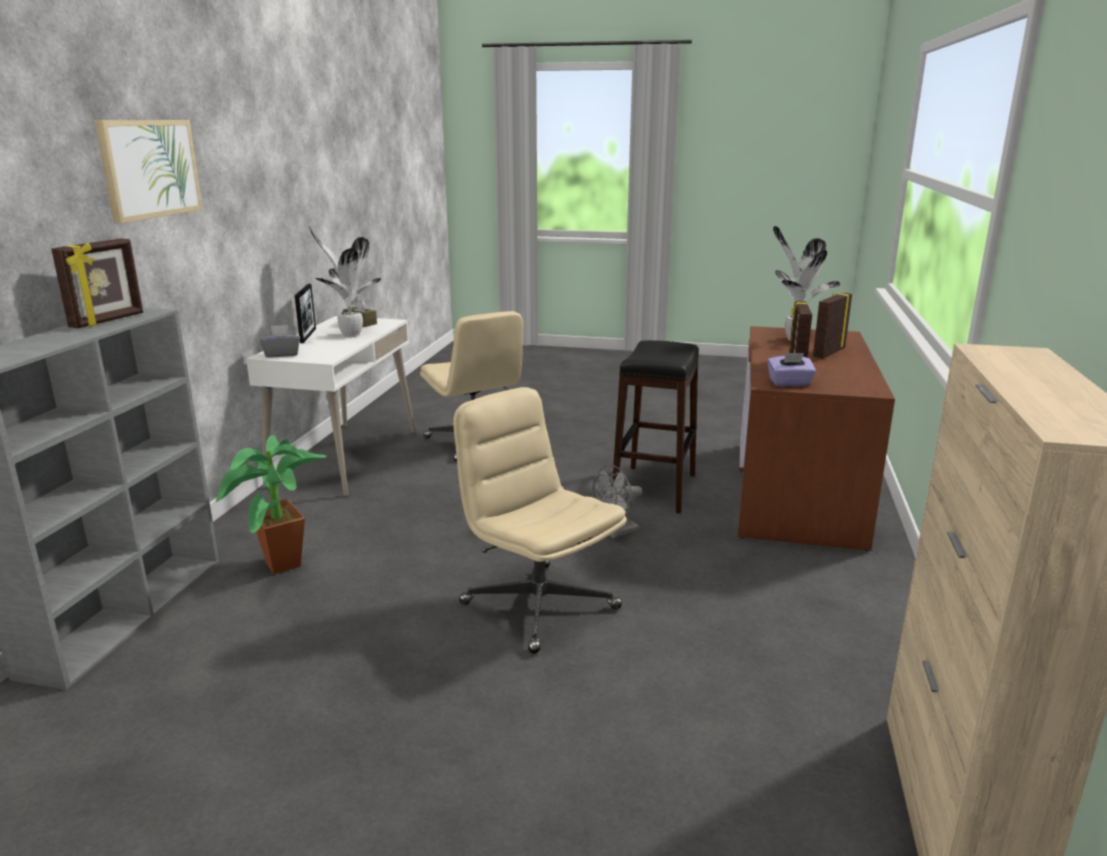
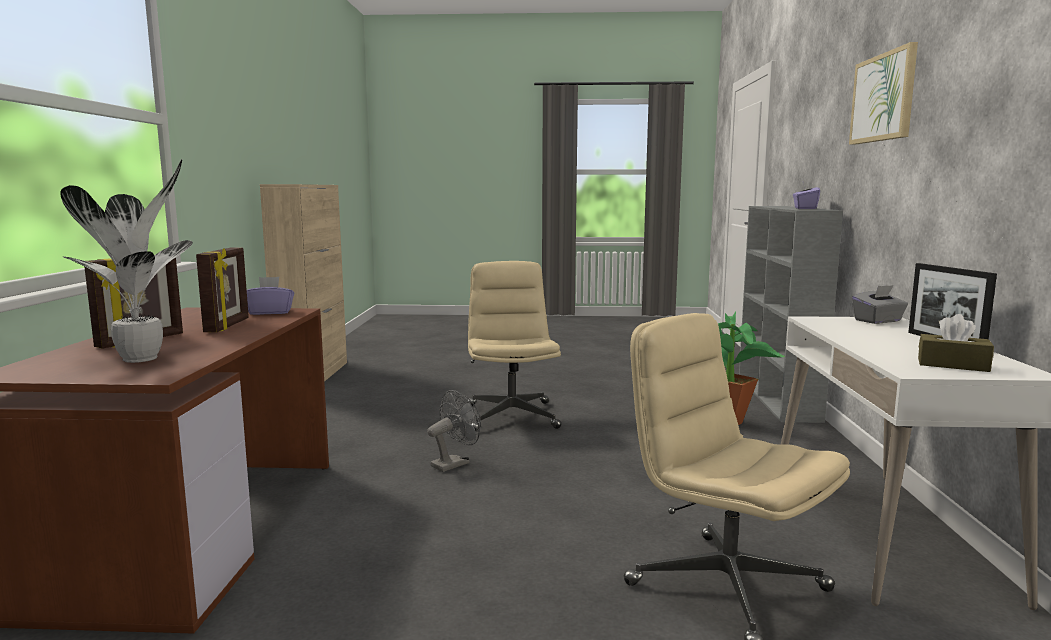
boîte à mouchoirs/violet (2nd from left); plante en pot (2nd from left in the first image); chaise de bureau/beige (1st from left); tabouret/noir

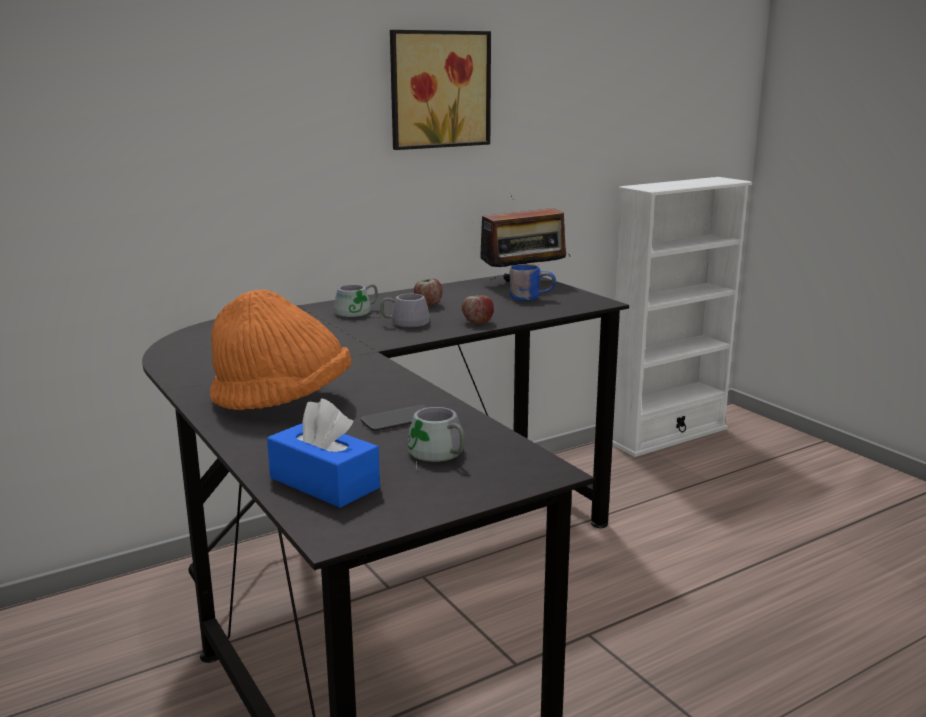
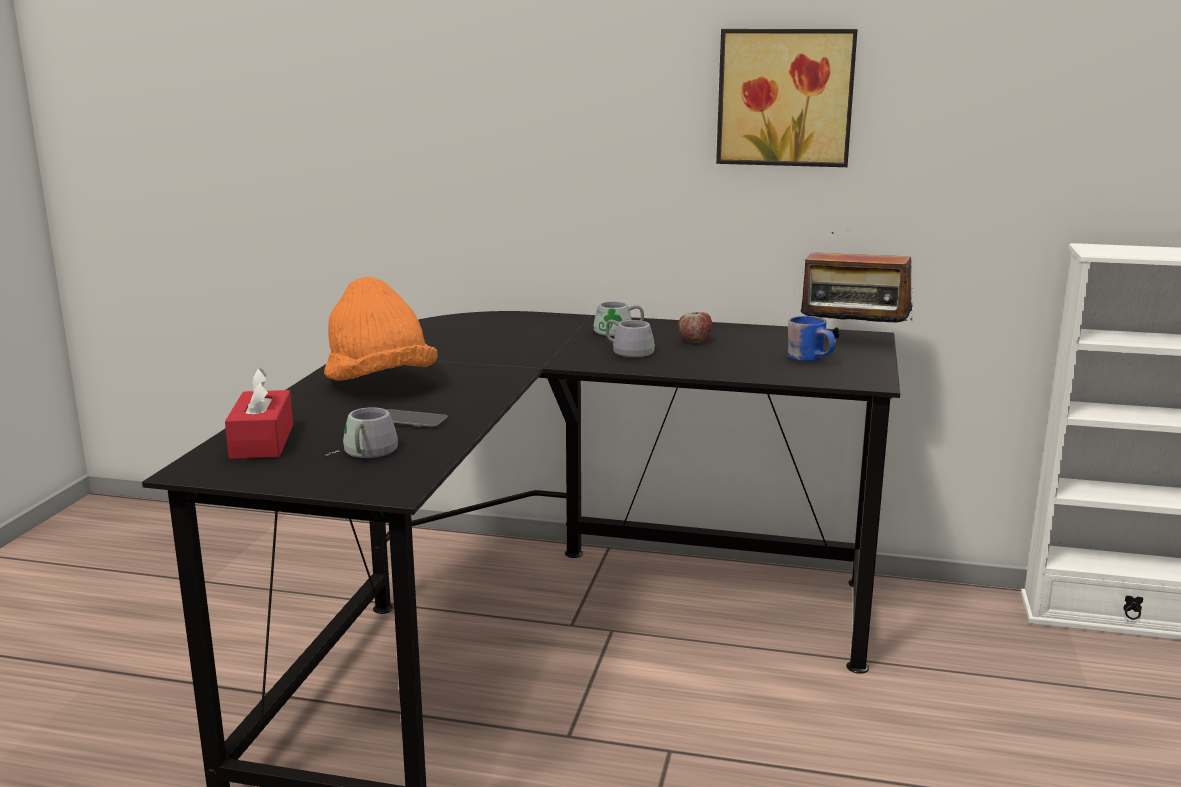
boîte à mouchoirs/rouge; pomme (2nd from left in the first image)

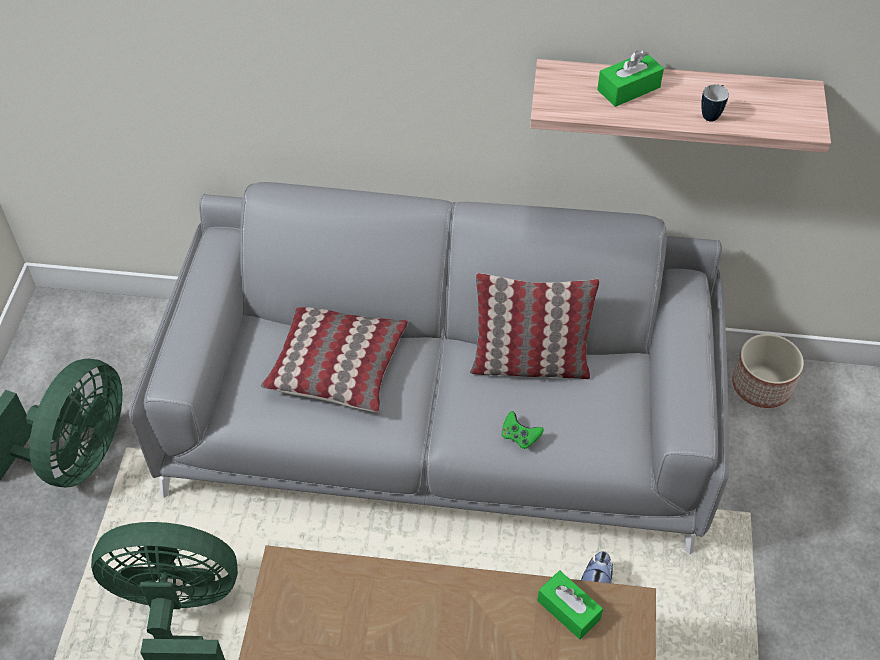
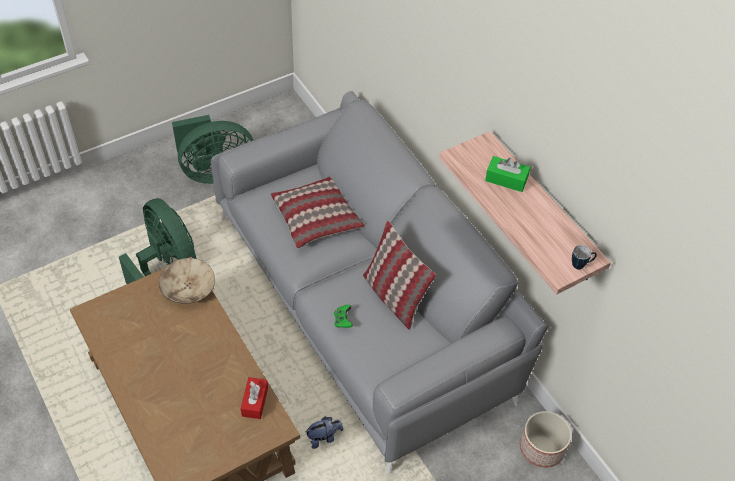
boîte à mouchoirs/rouge; mug; bol/beige

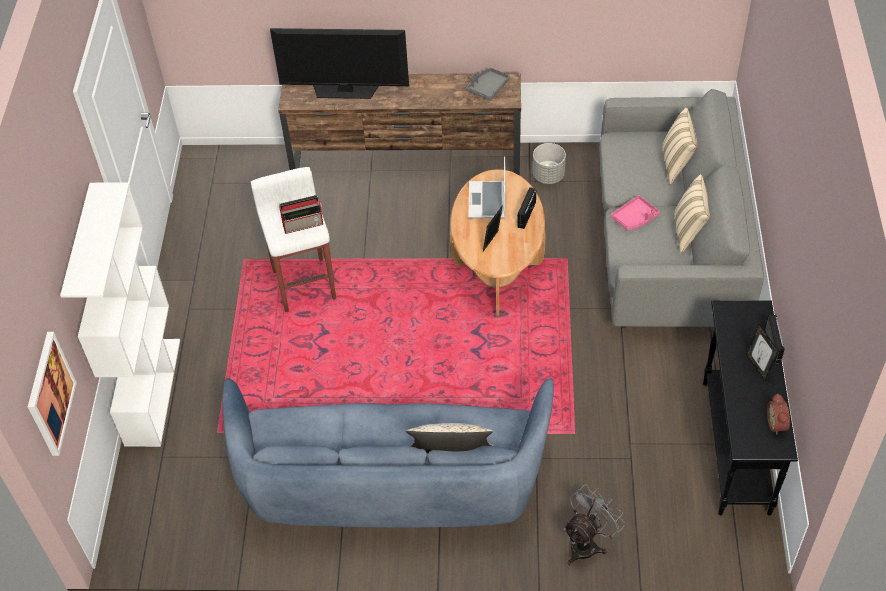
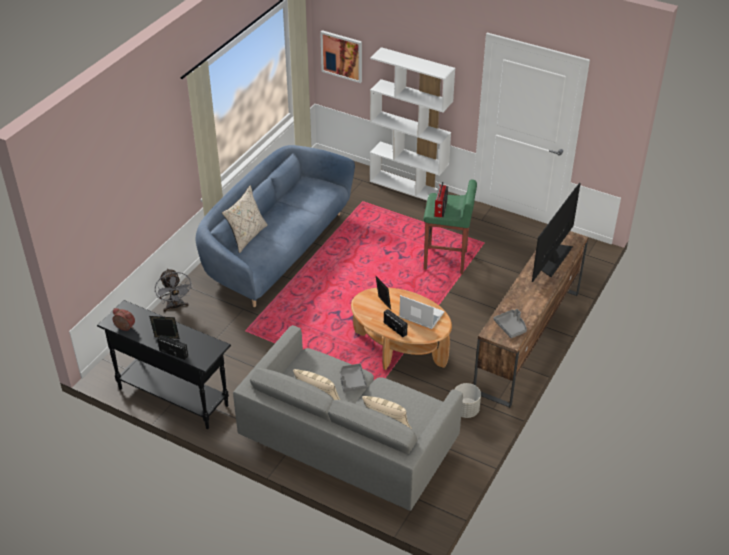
tabouret/vert; plateau/gris (1st from left)

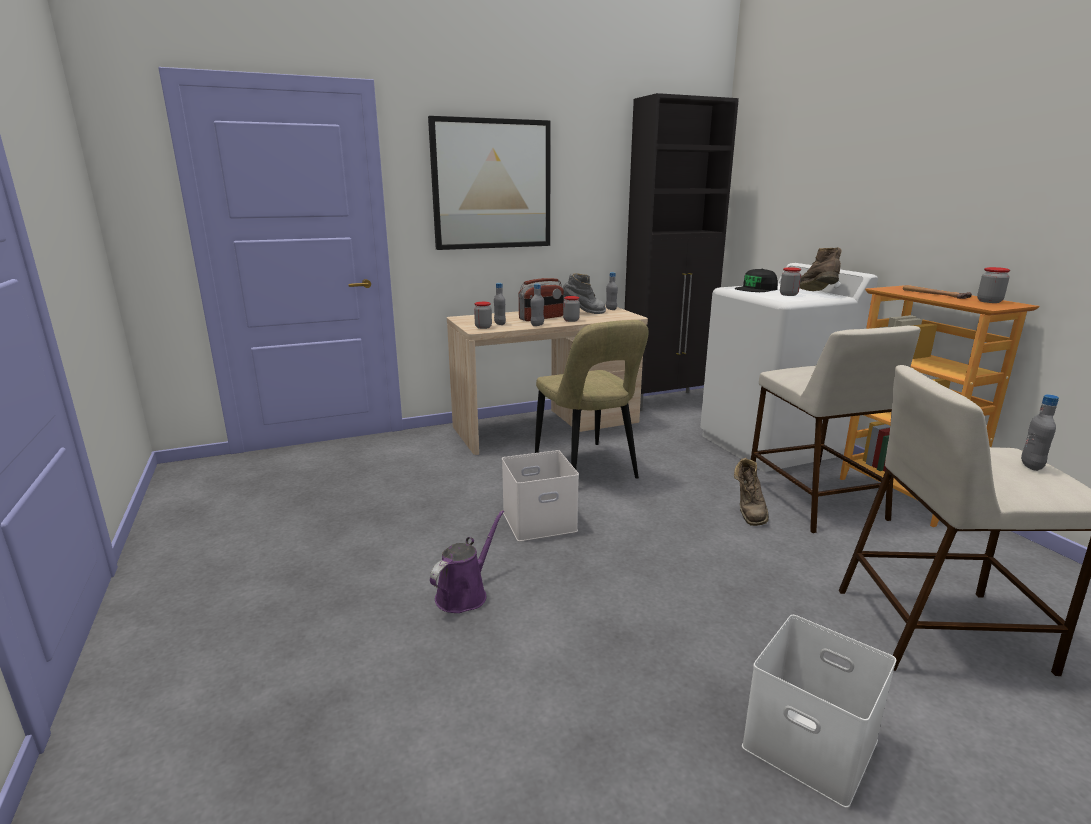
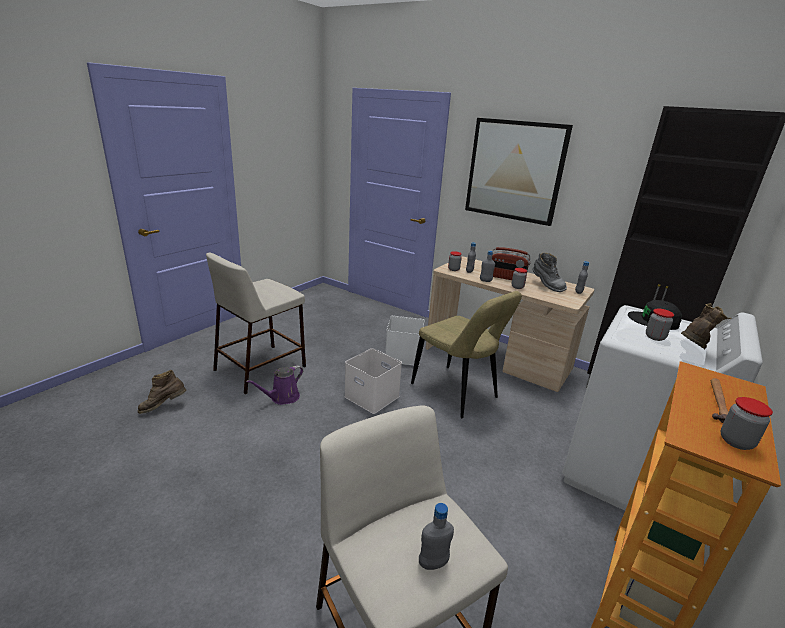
arrosoir/violet; chaise/beige; botte/marron (1st from left); boîte de rangement/blanc (2nd from left); tabouret/beige (1st from left)

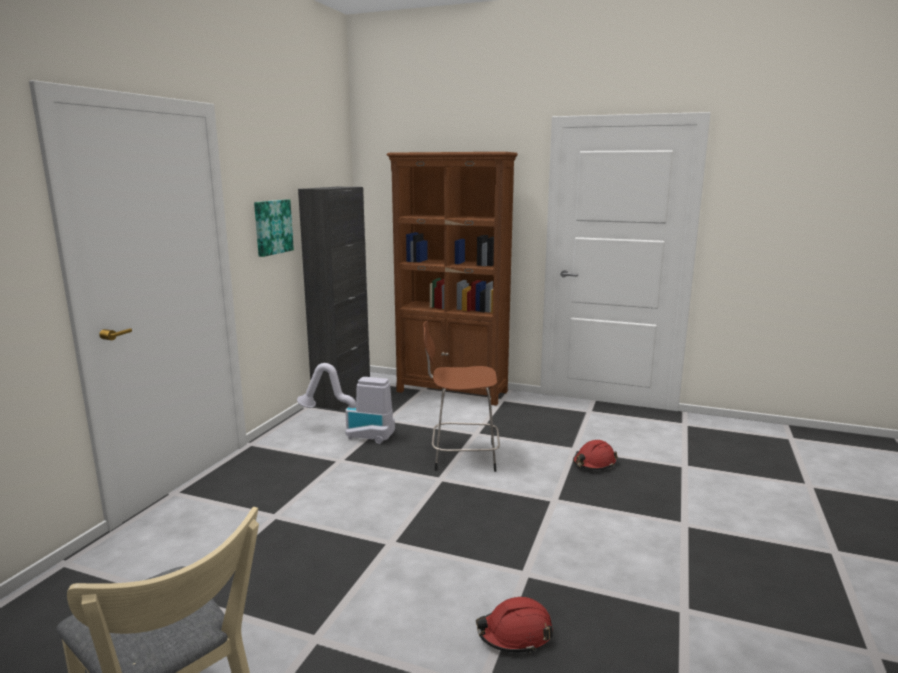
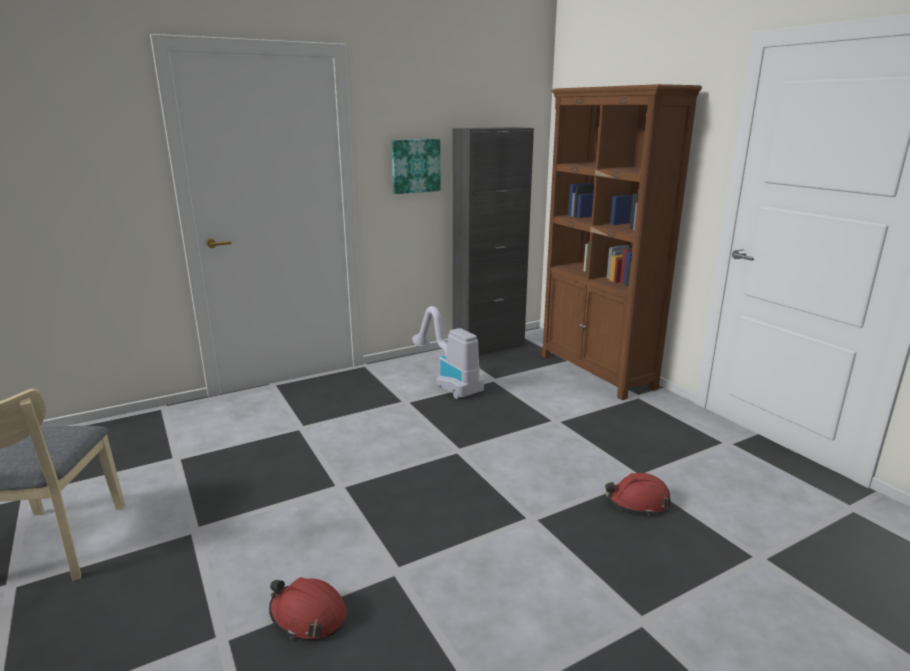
tabouret/marron

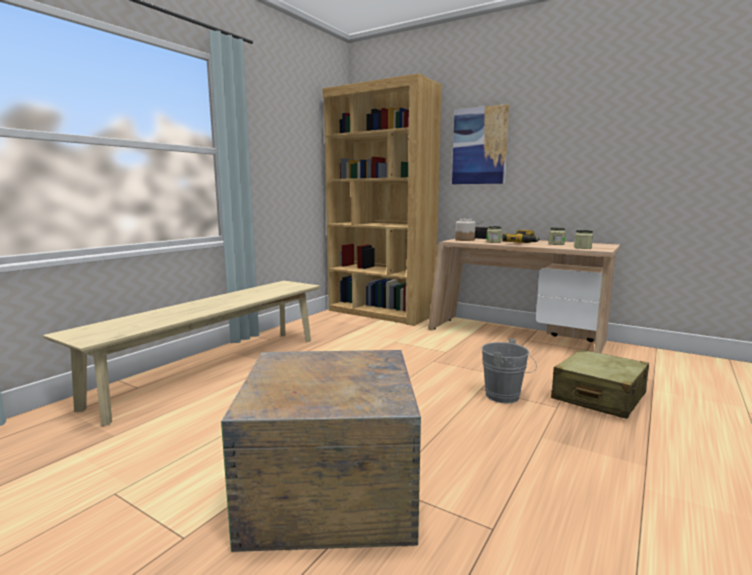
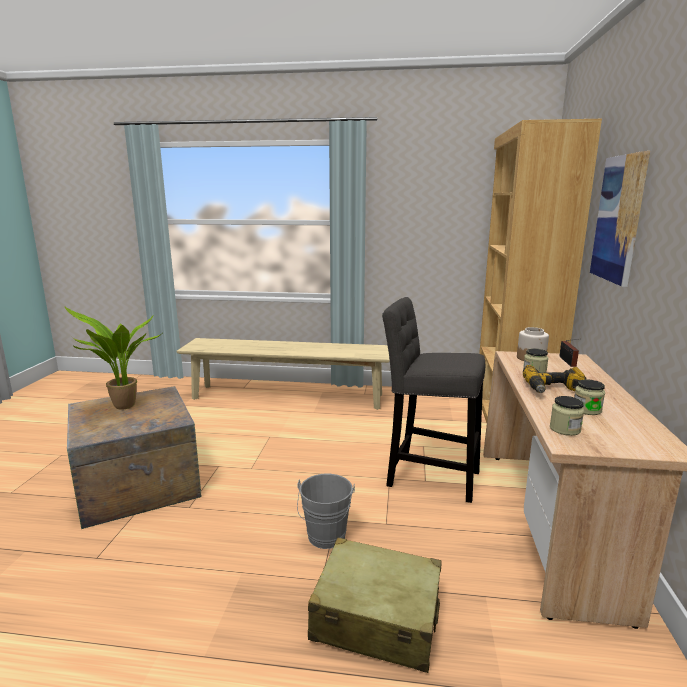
plante en pot; tabouret/gris

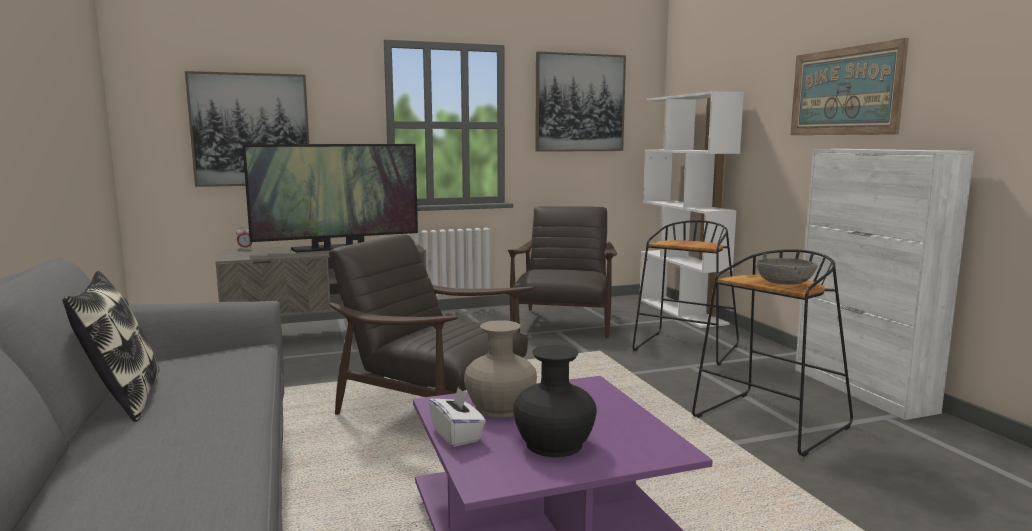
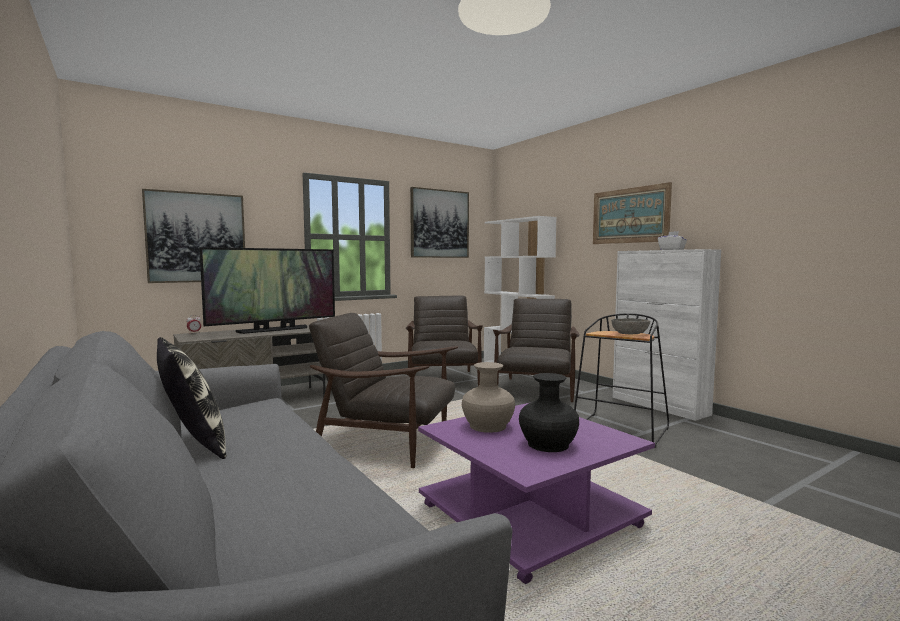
boîte à mouchoirs/blanc; fauteuil/marron (3rd from left)

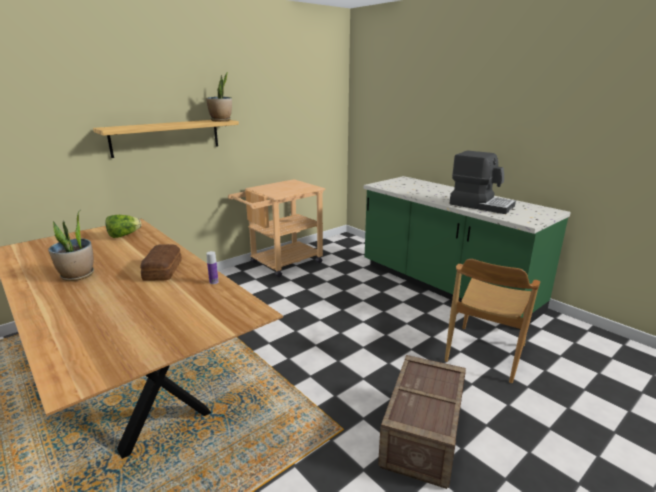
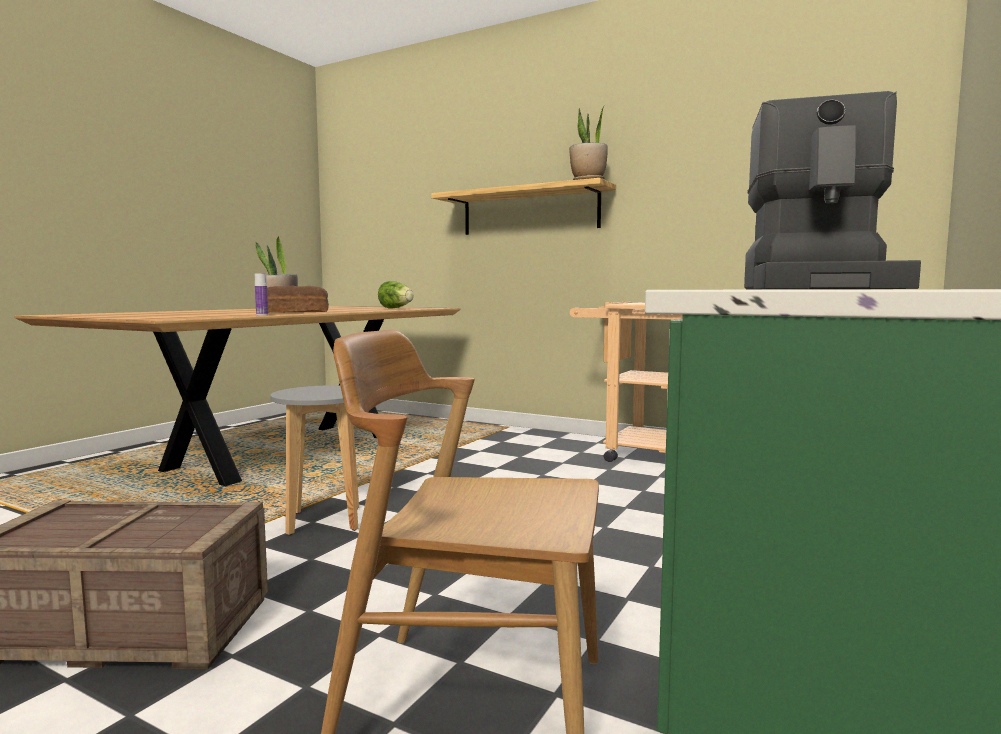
tabouret/gris

